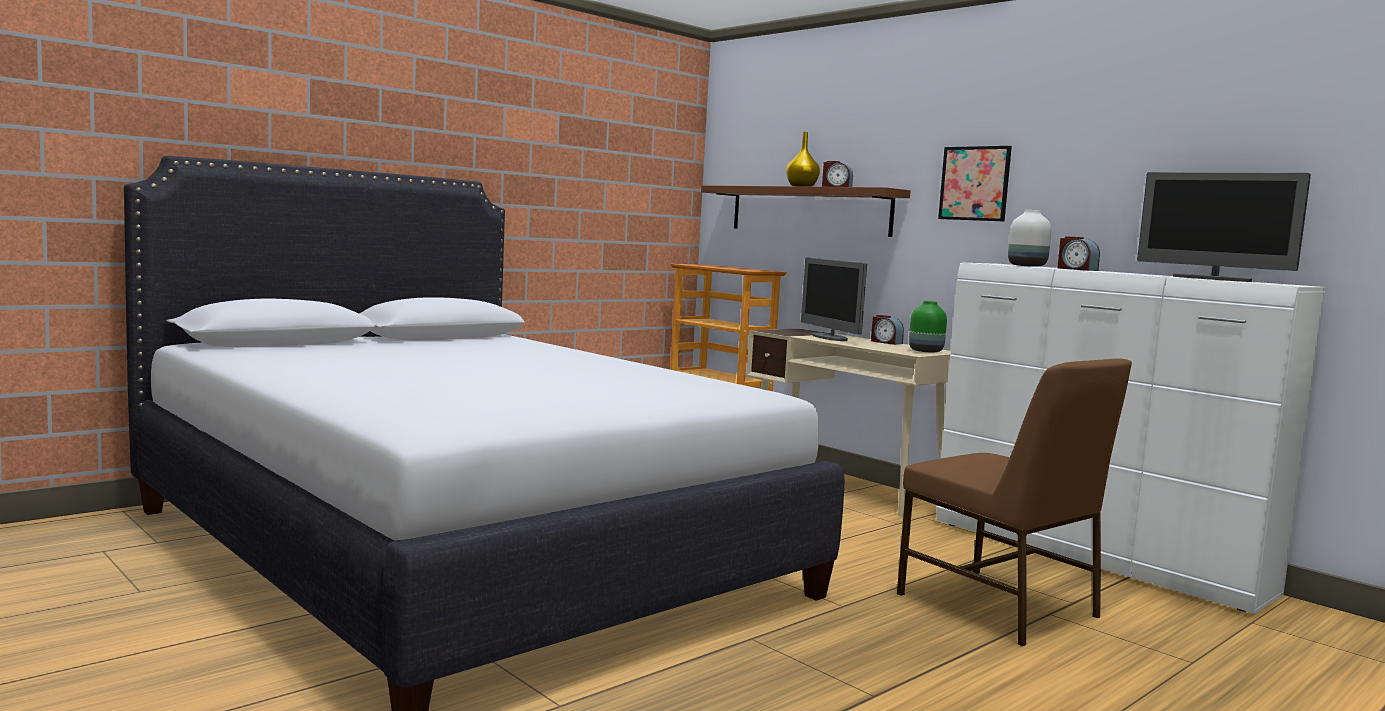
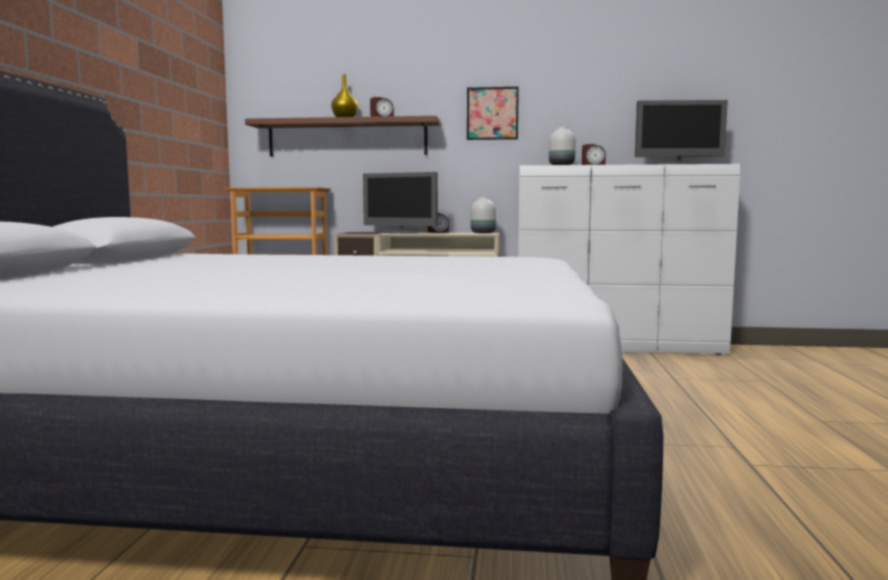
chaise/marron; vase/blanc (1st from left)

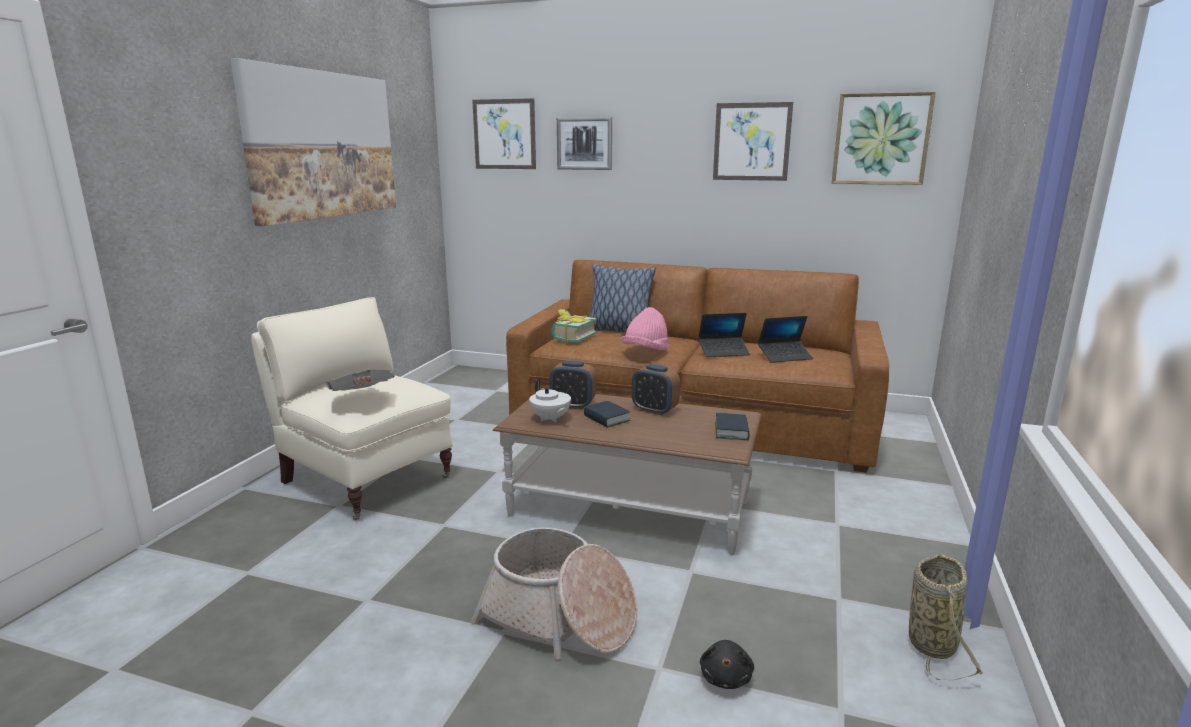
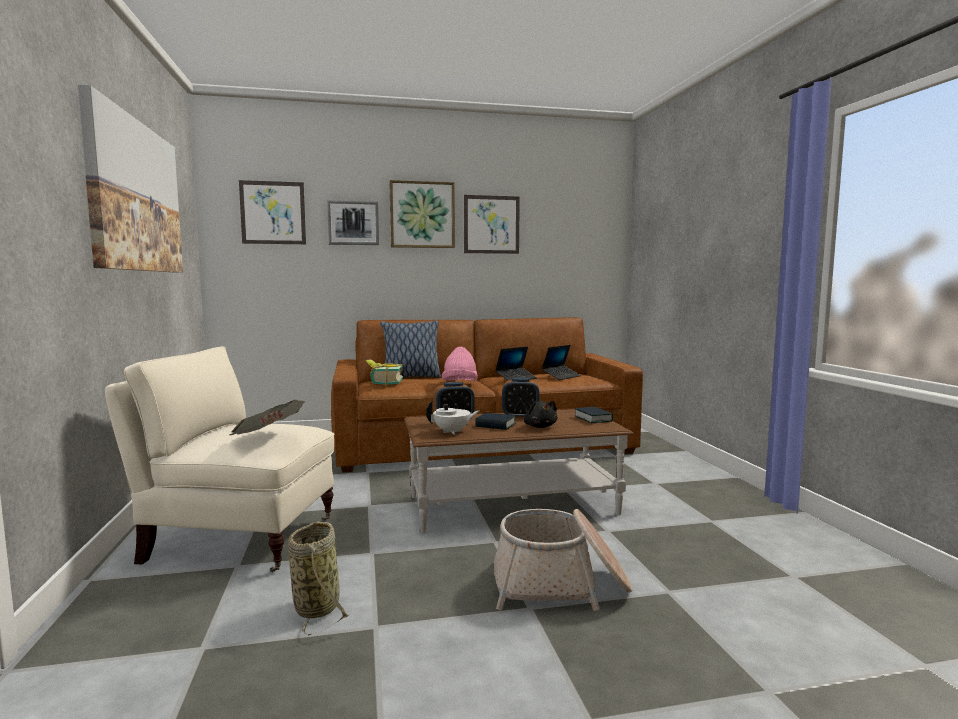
théière/blanc; peluche/noir; tableau (4th from left); panier (1st from left)

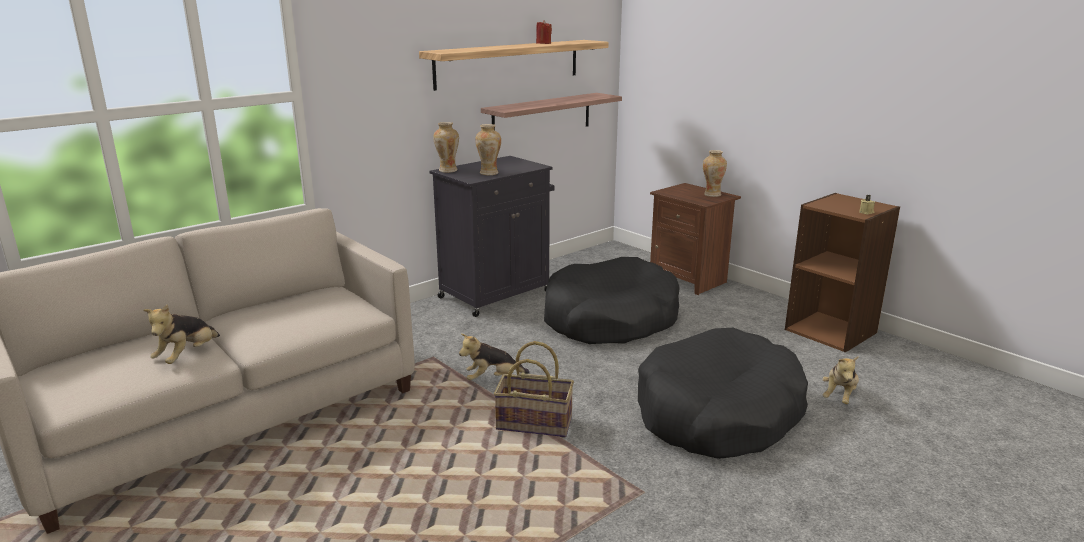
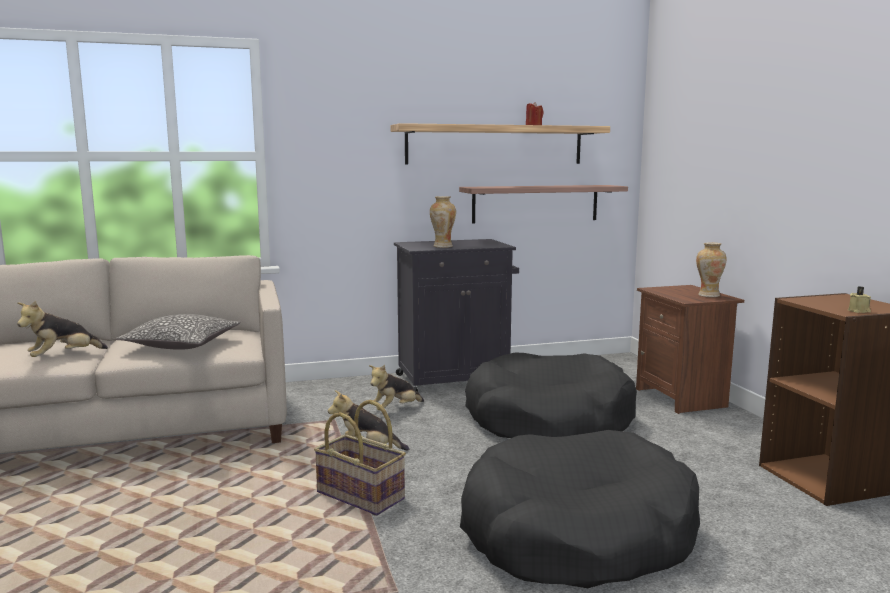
vase (1st from left in the first image); peluche (3rd from left); coussin

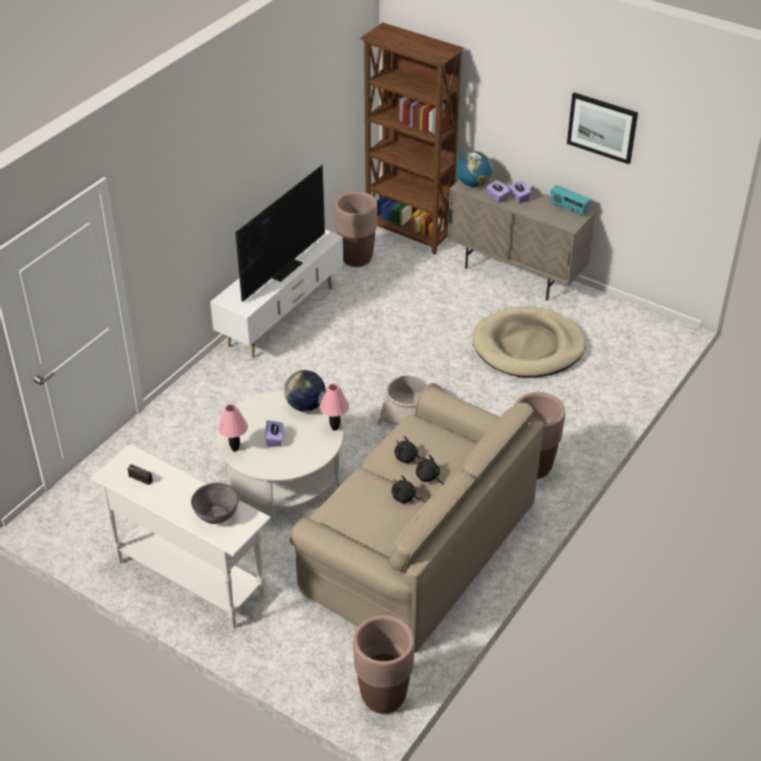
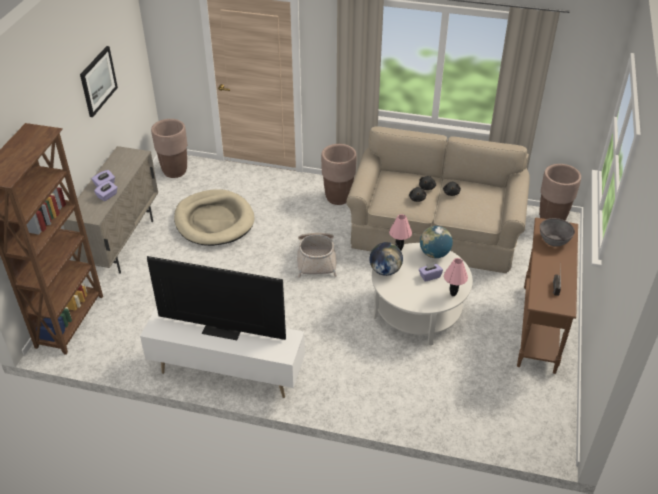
table console/marron; cache-pot/marron (1st from left); globe (2nd from left); radio (2nd from left in the first image)

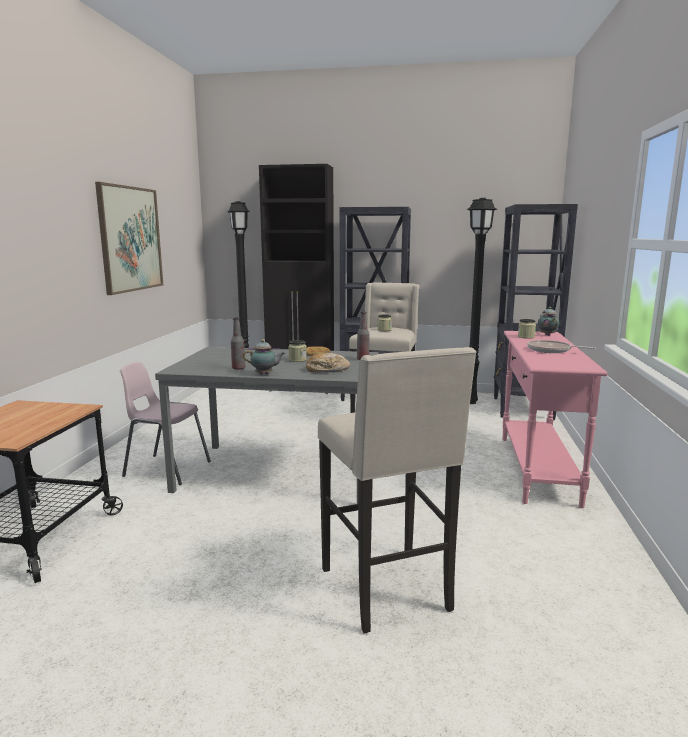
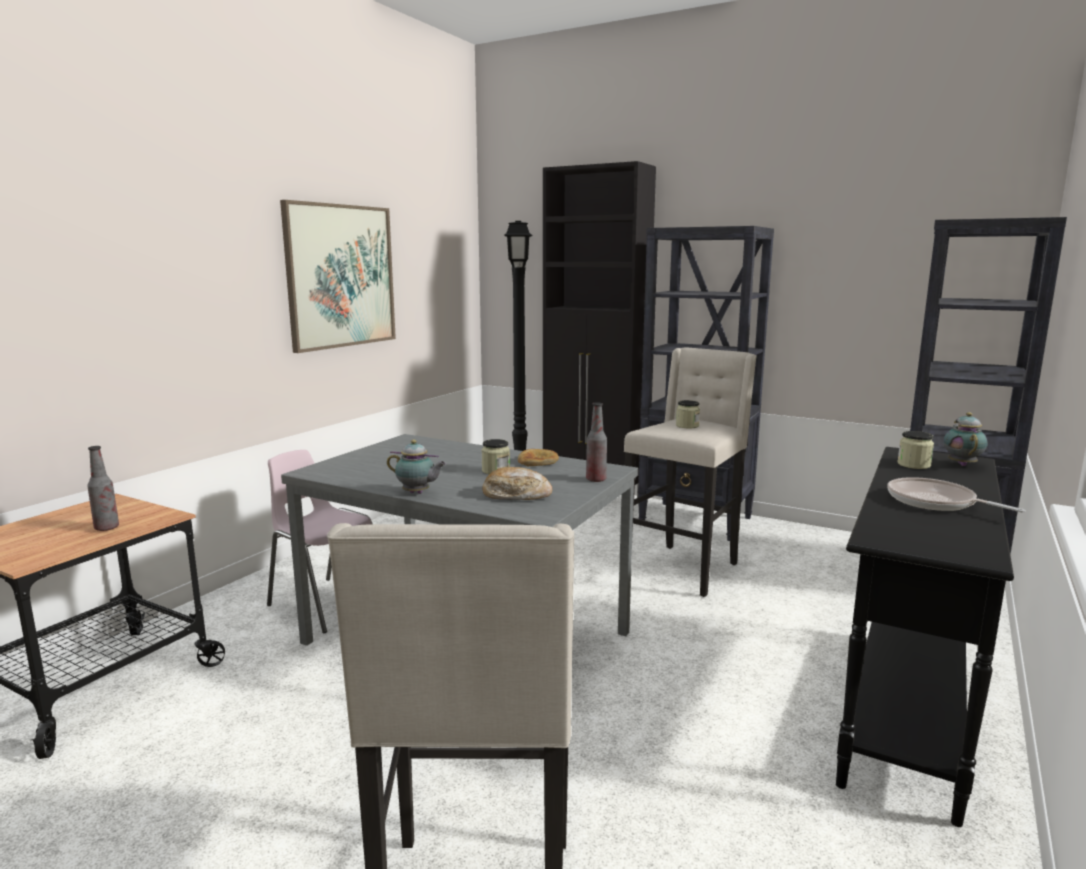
bouteille (1st from left); lampadaire/noir (2nd from left in the first image); table console/noir

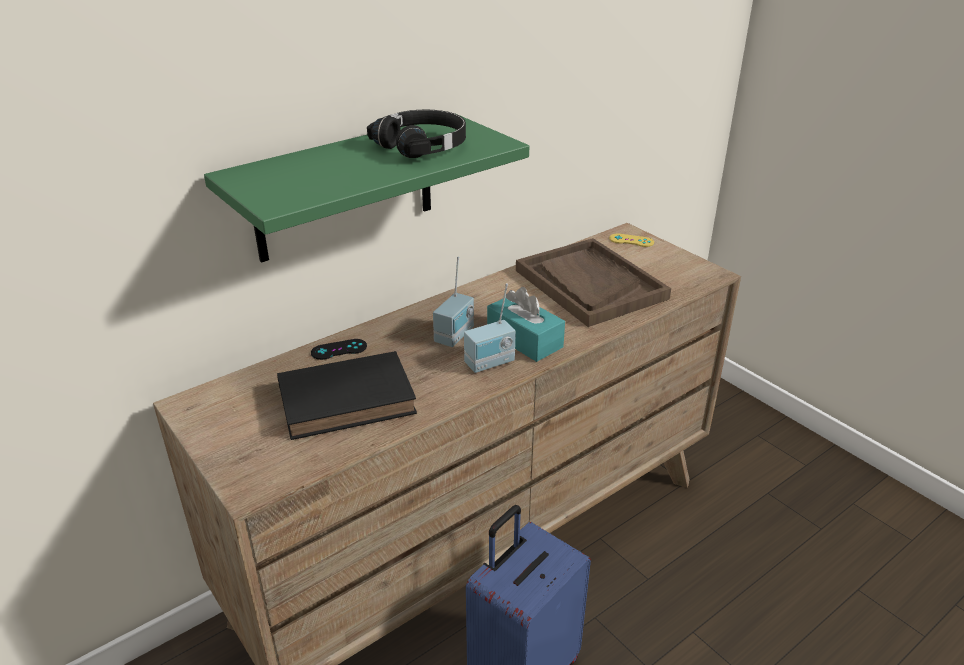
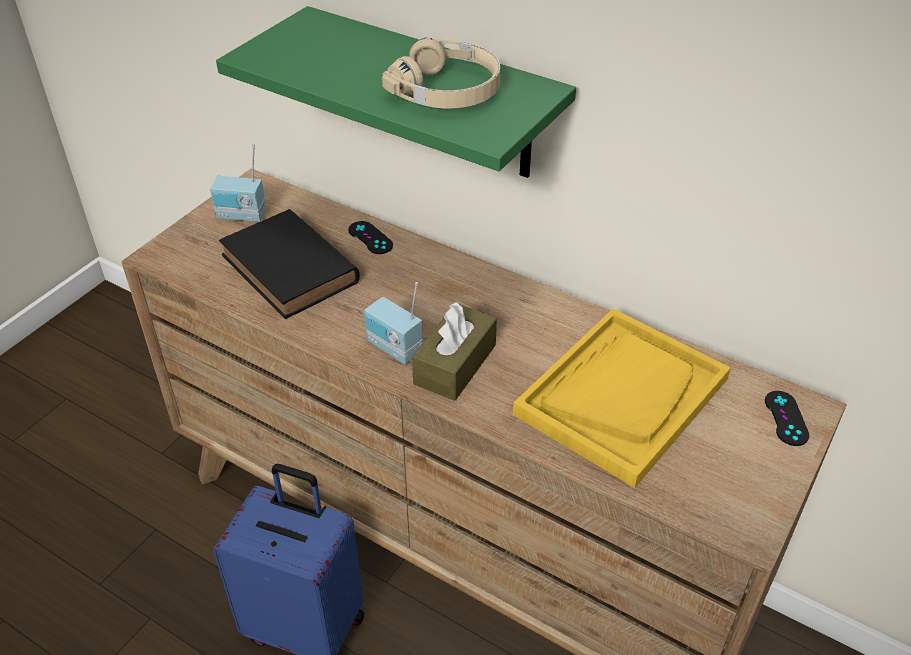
casque audio/beige; radio (1st from left); boîte à mouchoirs/marron; plateau/jaune; manette/noir (2nd from left)

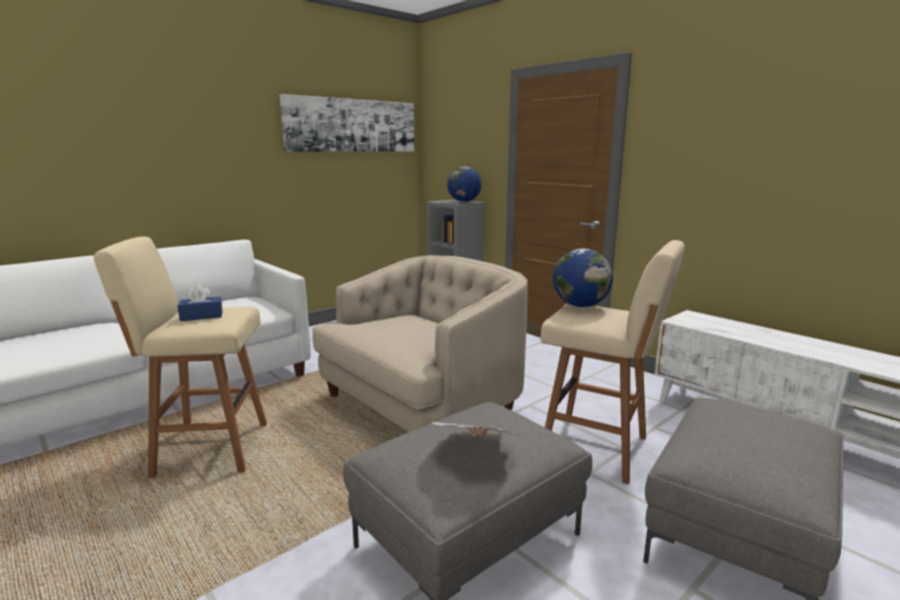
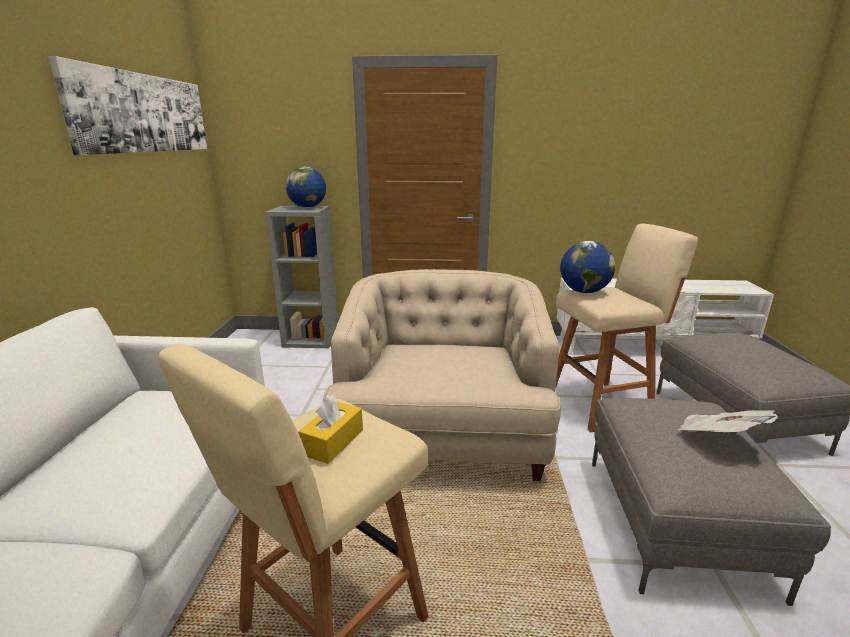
boîte à mouchoirs/jaune

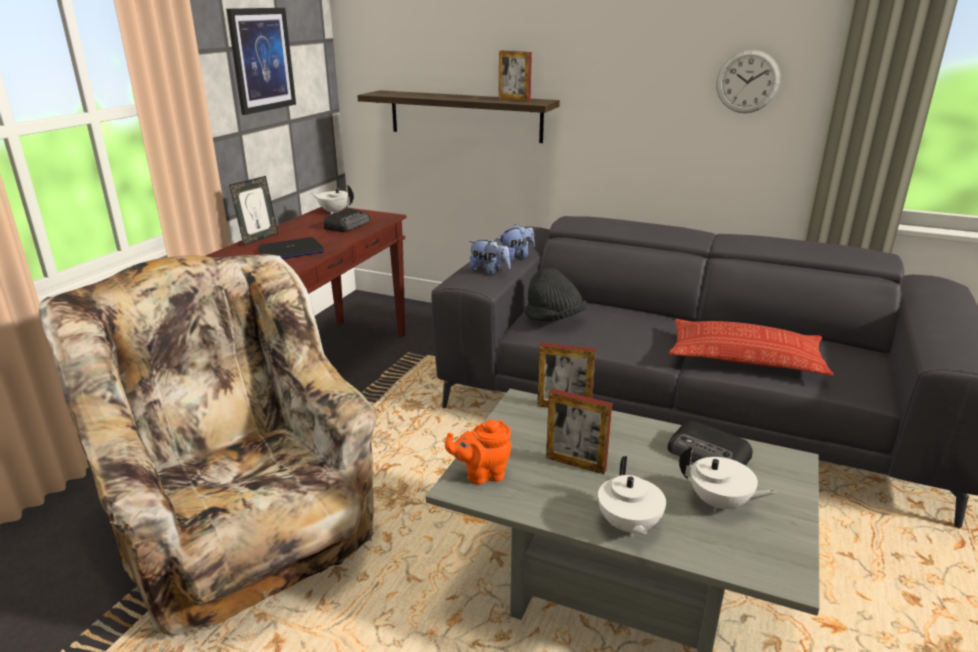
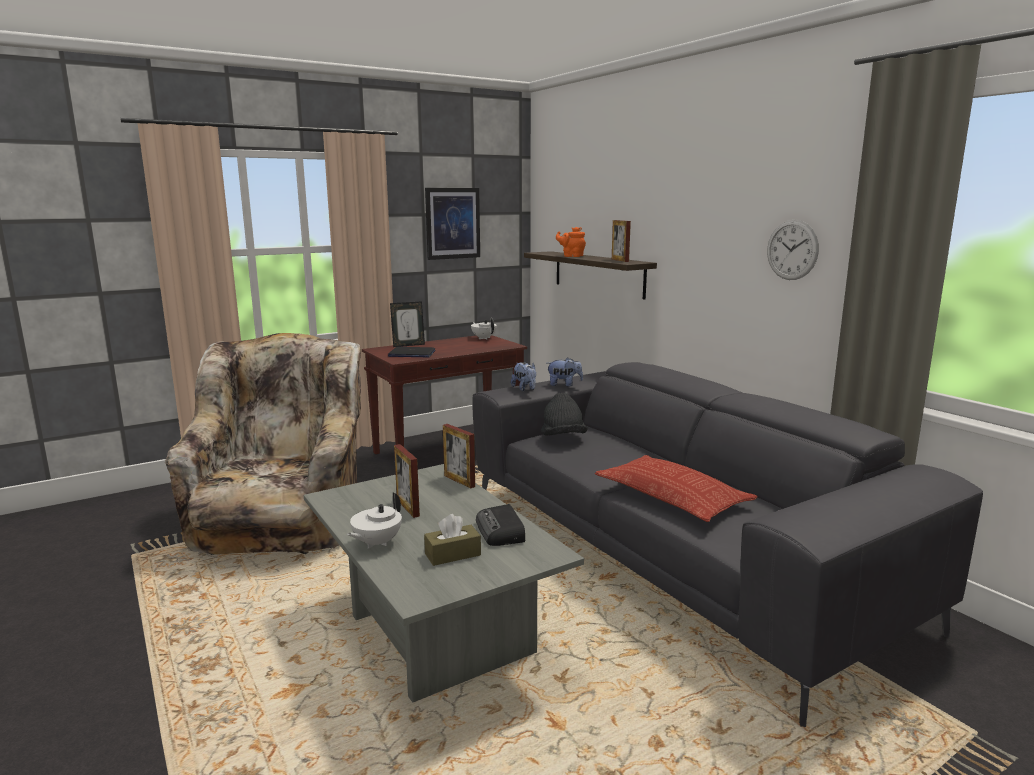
radio (1st from left in the first image); théière/orange; boîte à mouchoirs/marron

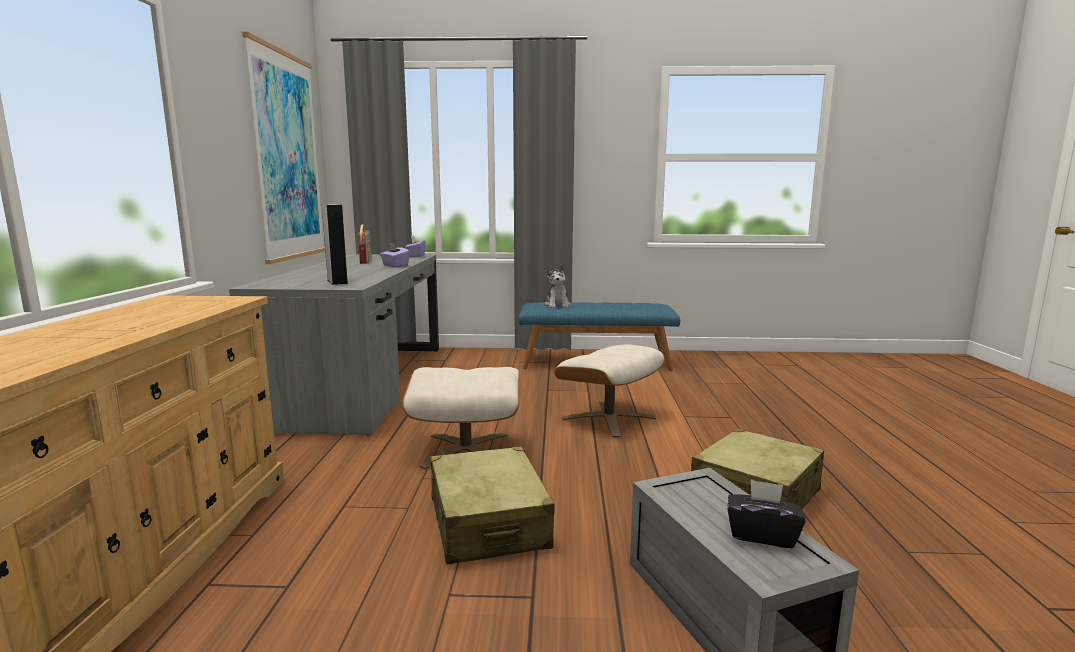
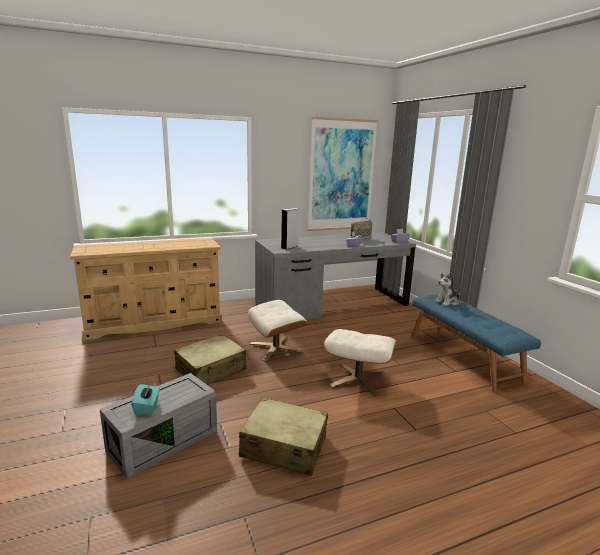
boîte à mouchoirs/turquoise

